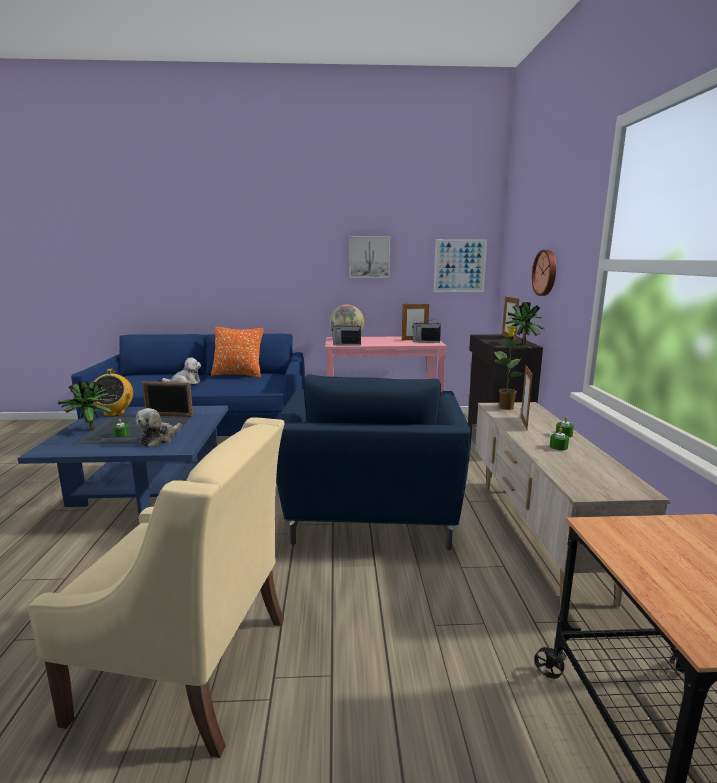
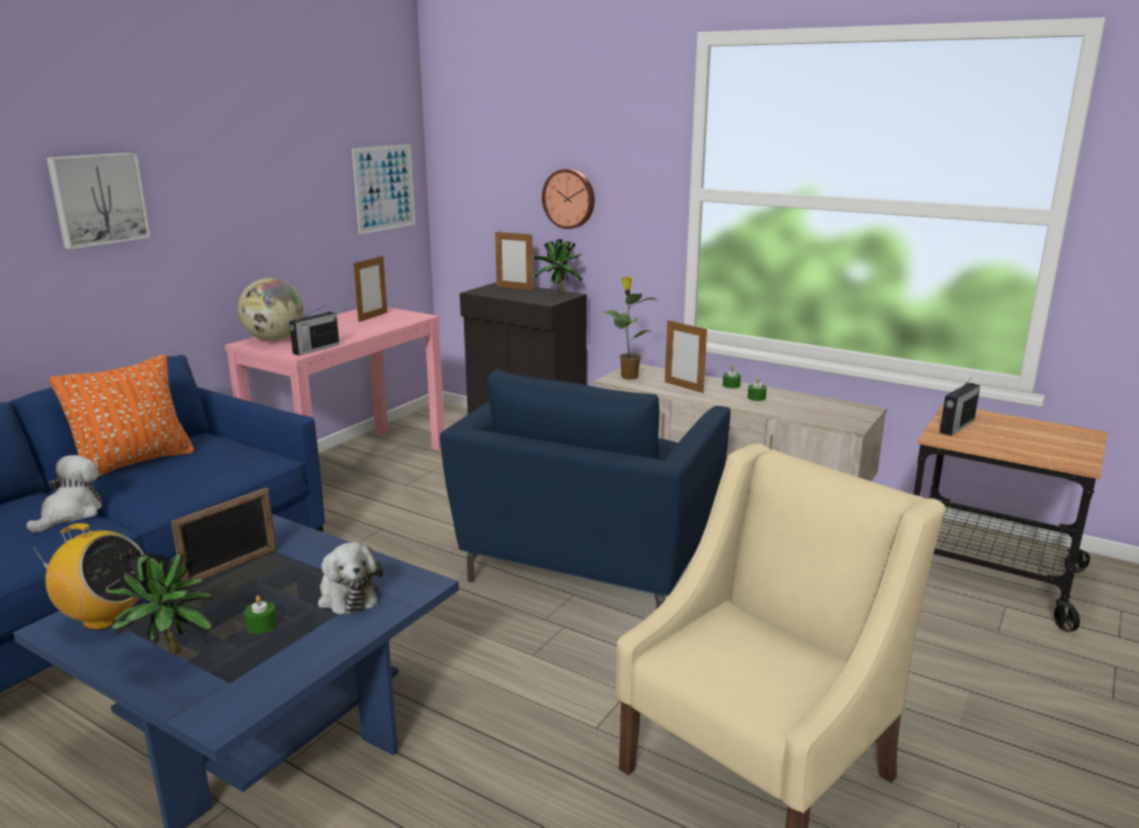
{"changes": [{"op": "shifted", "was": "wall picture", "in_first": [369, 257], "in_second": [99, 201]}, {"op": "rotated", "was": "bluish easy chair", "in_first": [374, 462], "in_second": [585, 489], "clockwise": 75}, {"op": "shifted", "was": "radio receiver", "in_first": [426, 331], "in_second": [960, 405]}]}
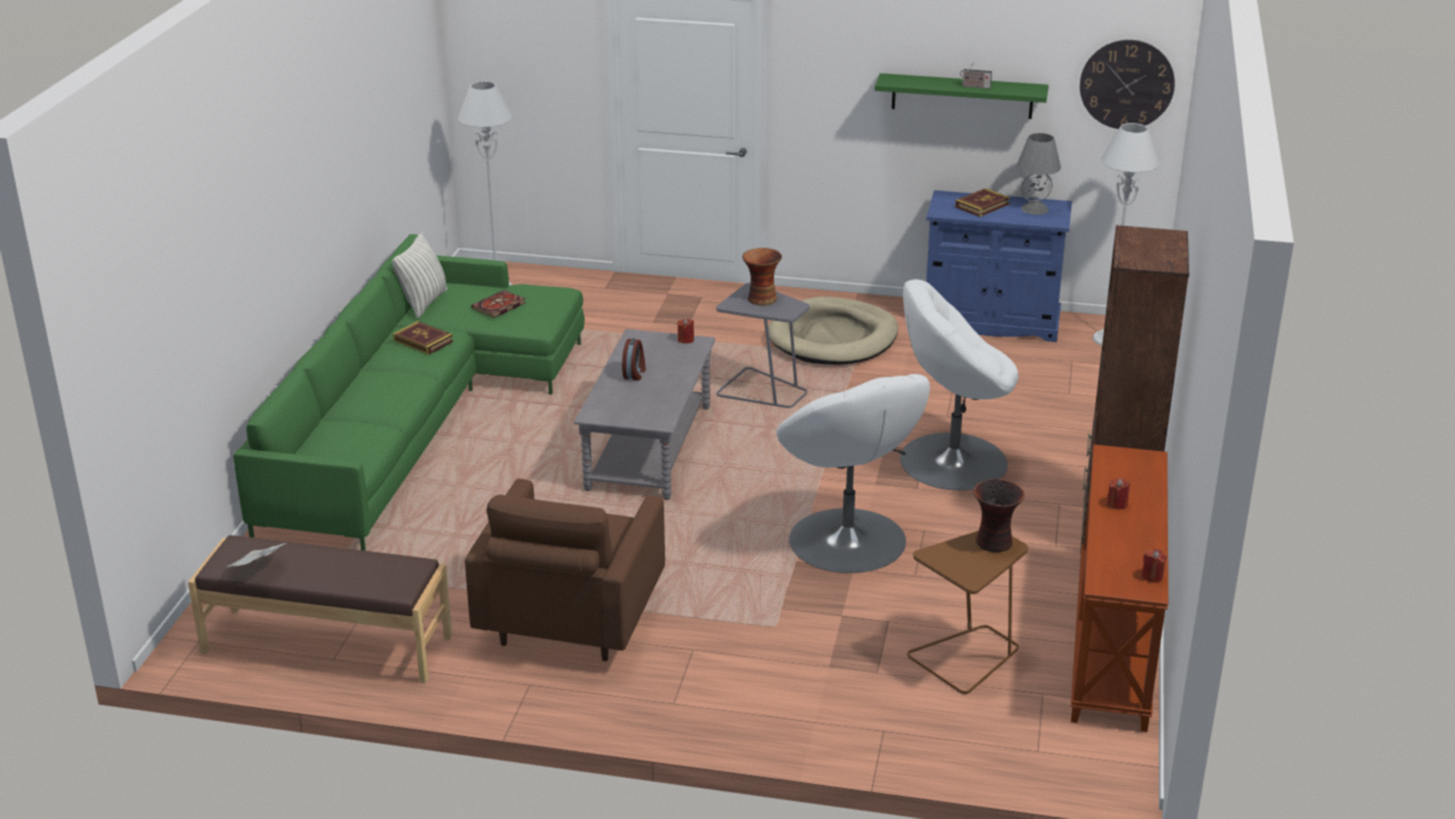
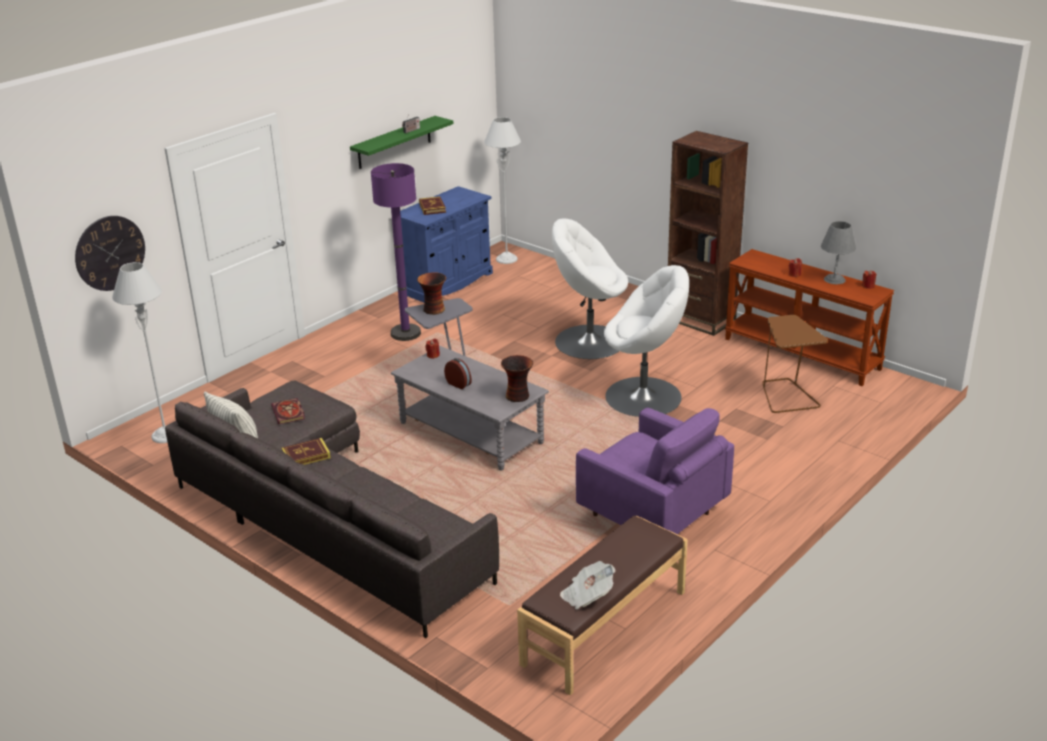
{"changes": [{"op": "shifted", "was": "hanging clock", "in_first": [1127, 84], "in_second": [110, 253]}, {"op": "repainted", "was": "greenish couch", "now": "grey couch", "in_first": [409, 392], "in_second": [332, 509]}, {"op": "swapped", "was": "beige pet bed", "now": "purple standard lamp", "in_first": [833, 331], "in_second": [396, 252]}, {"op": "shifted", "was": "decorative vase", "in_first": [999, 515], "in_second": [517, 378]}, {"op": "rotated", "was": "whitish easy chair", "in_first": [959, 384], "in_second": [590, 288], "clockwise": 75}, {"op": "repainted", "was": "brownish easy chair", "now": "purple easy chair", "in_first": [565, 570], "in_second": [655, 470]}, {"op": "shifted", "was": "grey table lamp", "in_first": [1039, 174], "in_second": [838, 252]}]}
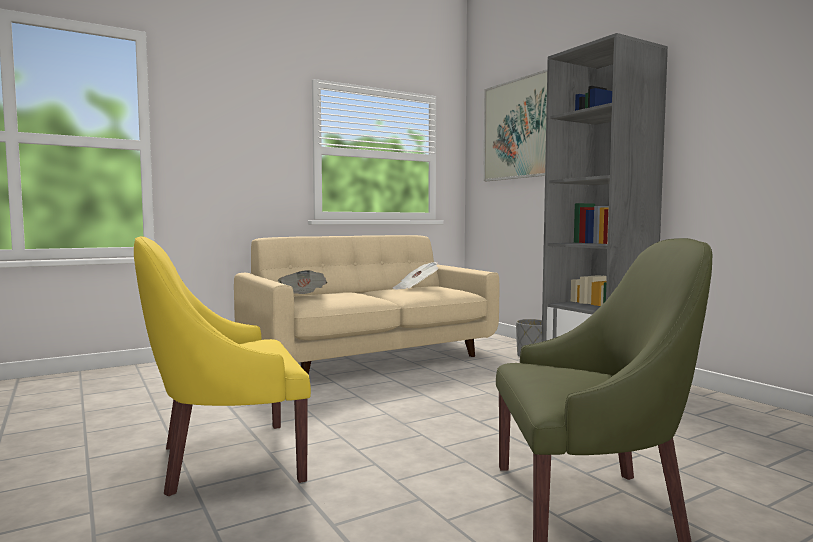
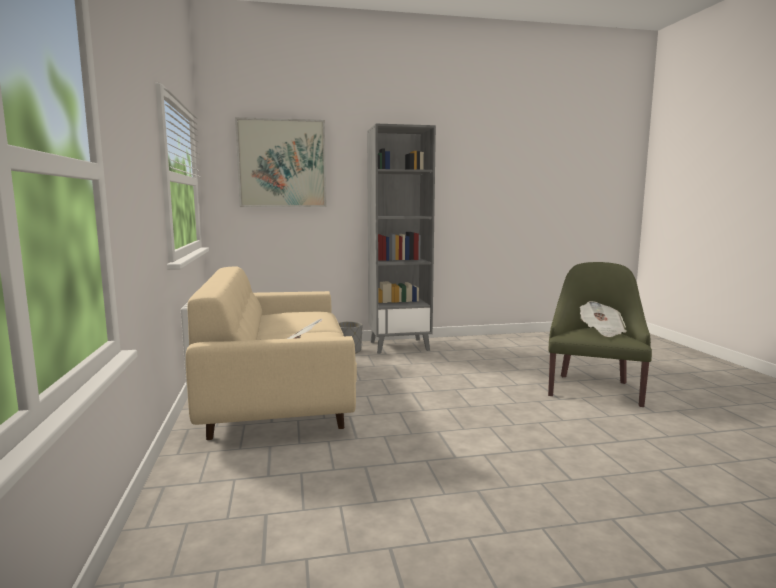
{"changes": [{"op": "shifted", "was": "newspaper", "in_first": [415, 275], "in_second": [603, 319]}, {"op": "gone", "was": "yellowish easy chair", "in_first": [222, 366]}]}
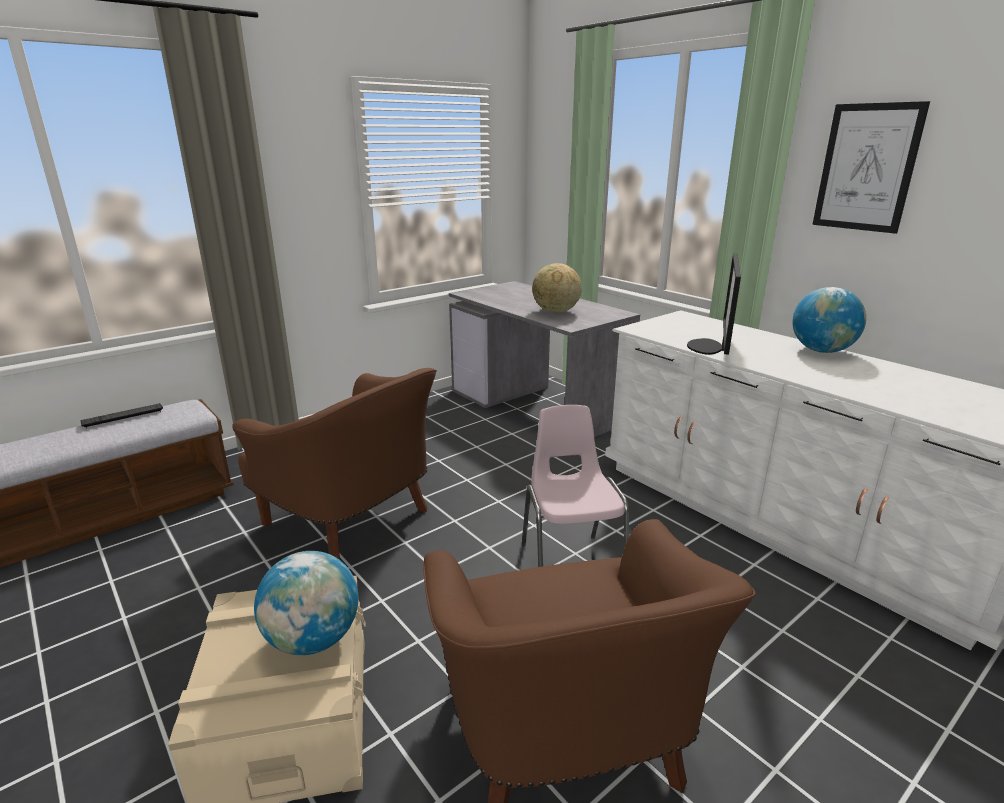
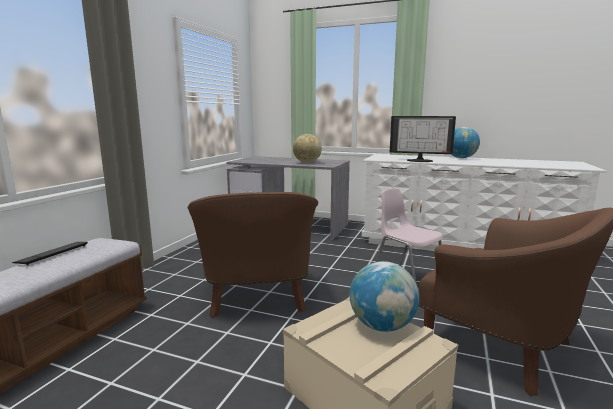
{"changes": [{"op": "rotated", "was": "brownish easy chair", "in_first": [334, 464], "in_second": [253, 255], "clockwise": 75}, {"op": "rotated", "was": "computer screen", "in_first": [714, 304], "in_second": [423, 139], "clockwise": -60}, {"op": "gone", "was": "wall picture", "in_first": [871, 167]}]}
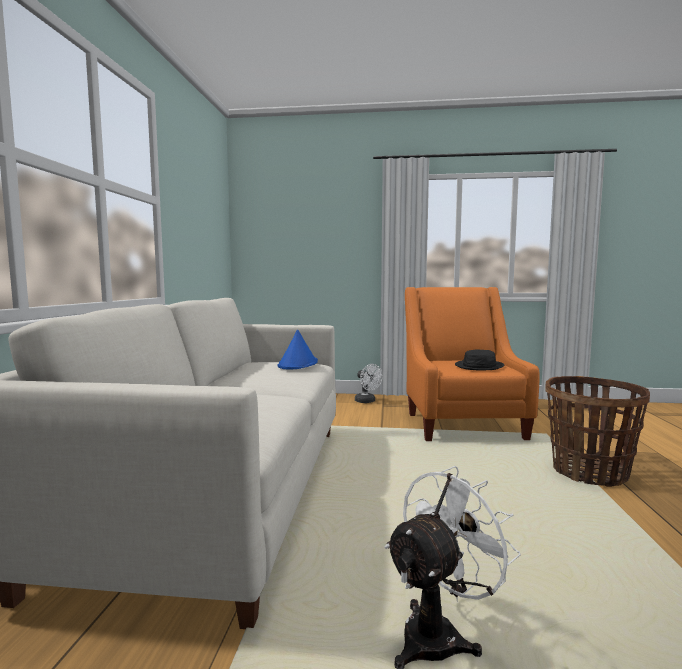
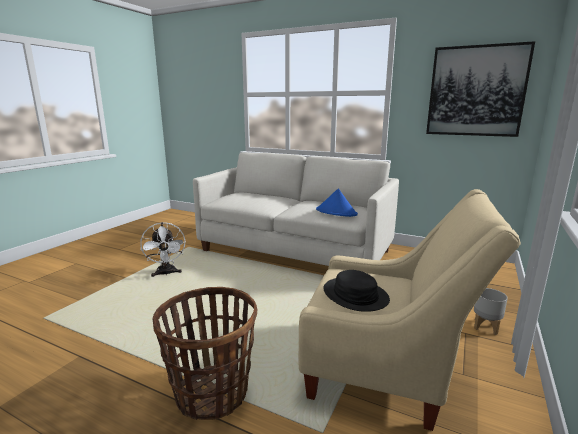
{"changes": [{"op": "repainted", "was": "orange easy chair", "now": "beige easy chair", "in_first": [472, 364], "in_second": [409, 310]}, {"op": "new", "now": "wall picture", "in_second": [480, 89]}, {"op": "swapped", "was": "whitish fan", "now": "grey plant pot", "in_first": [369, 383], "in_second": [491, 311]}]}
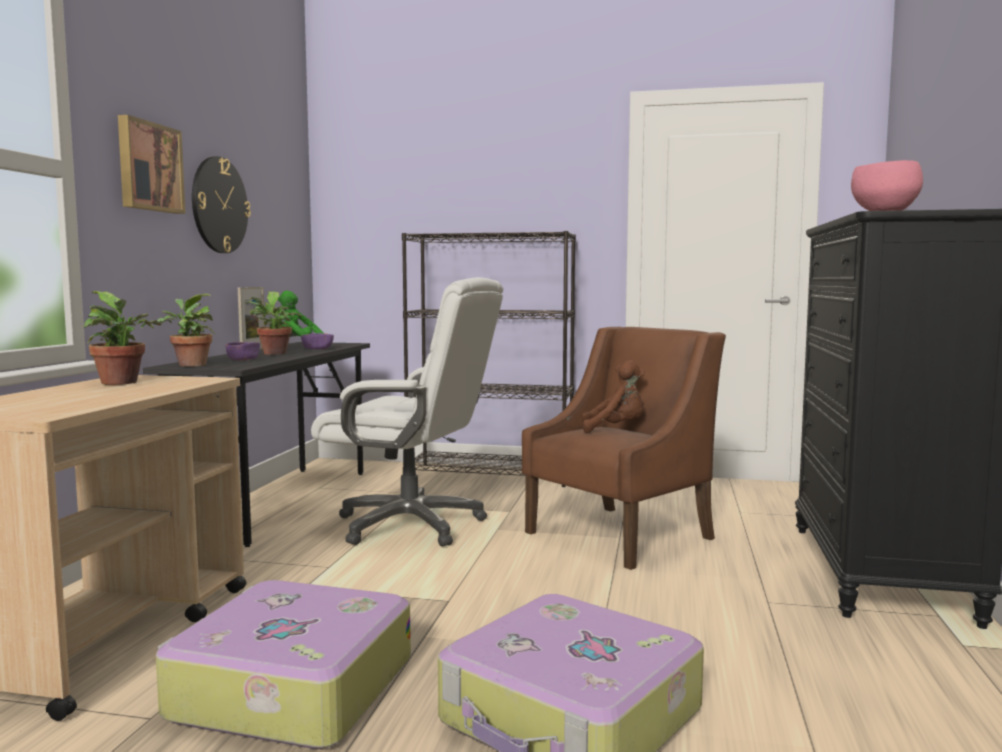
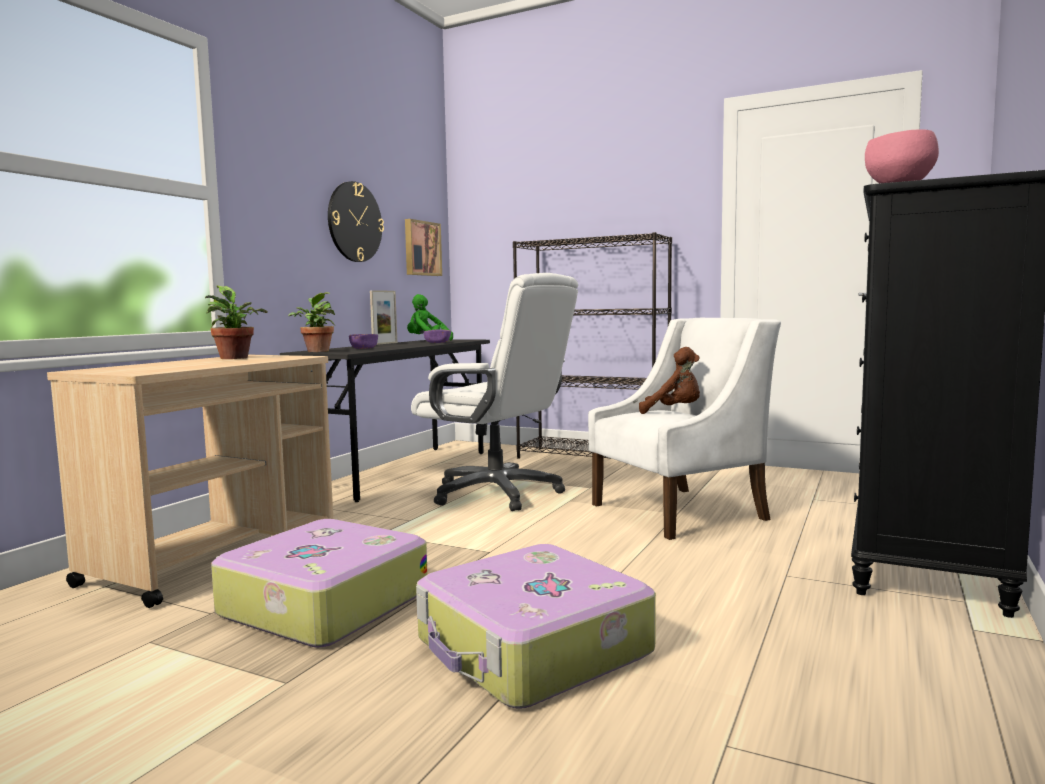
{"changes": [{"op": "shifted", "was": "wall picture", "in_first": [152, 164], "in_second": [423, 247]}, {"op": "repainted", "was": "brownish easy chair", "now": "whitish easy chair", "in_first": [624, 448], "in_second": [684, 429]}, {"op": "gone", "was": "plant in a pot", "in_first": [273, 323]}]}
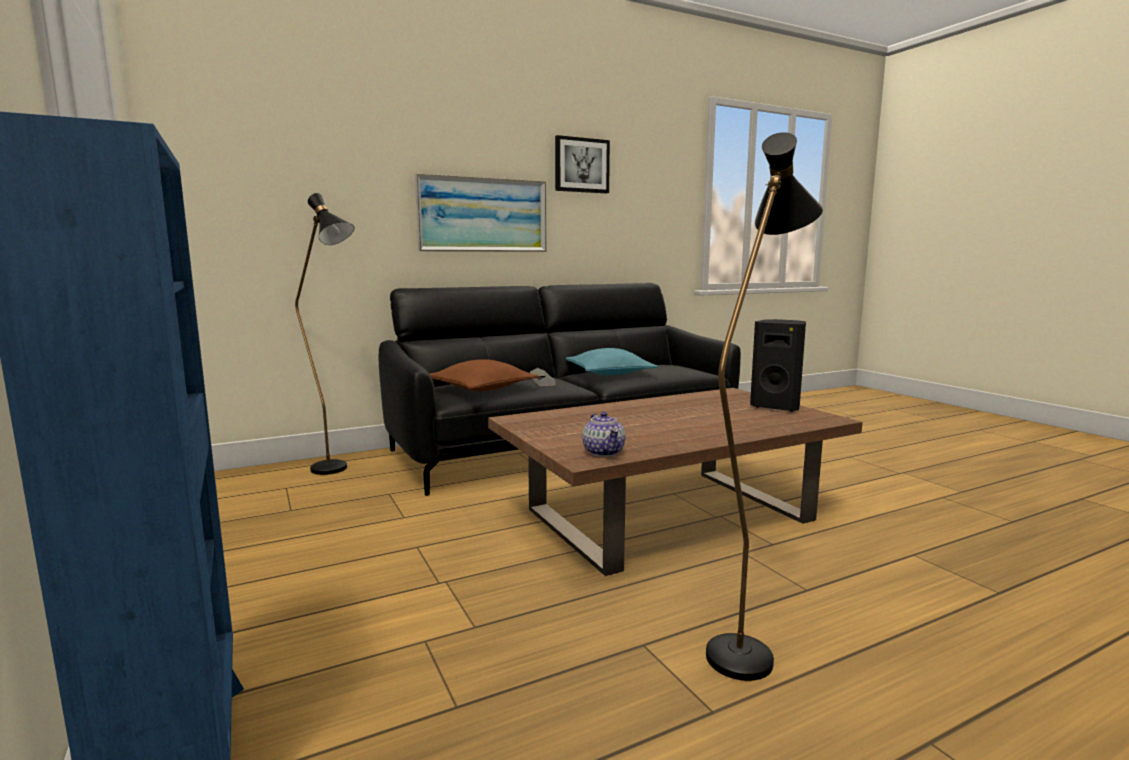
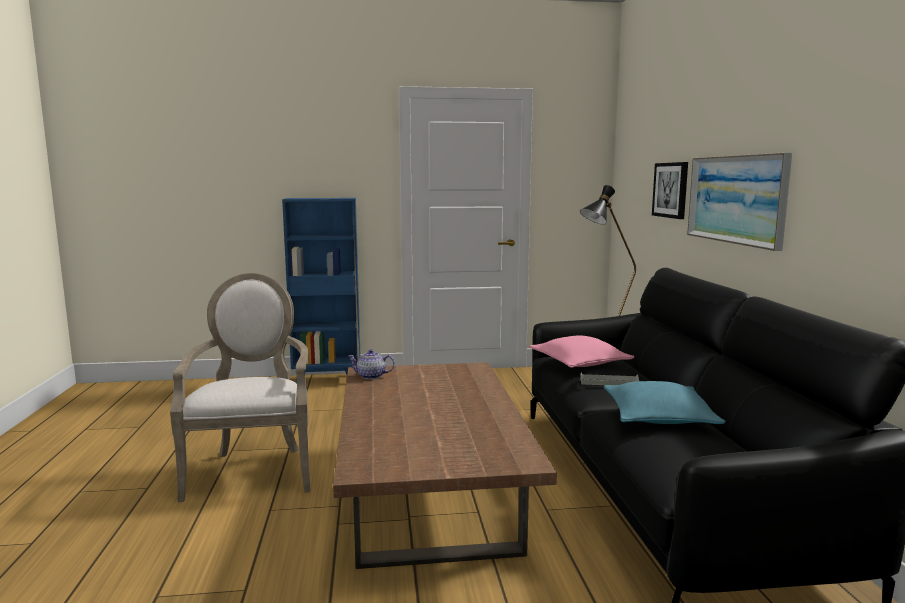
{"changes": [{"op": "swapped", "was": "black-coloured standard lamp", "now": "easy chair", "in_first": [764, 406], "in_second": [240, 387]}, {"op": "repainted", "was": "brownish throw pillow", "now": "pink throw pillow", "in_first": [484, 375], "in_second": [581, 352]}, {"op": "shifted", "was": "wall picture", "in_first": [582, 164], "in_second": [670, 190]}, {"op": "gone", "was": "black-coloured audio speaker", "in_first": [778, 365]}]}
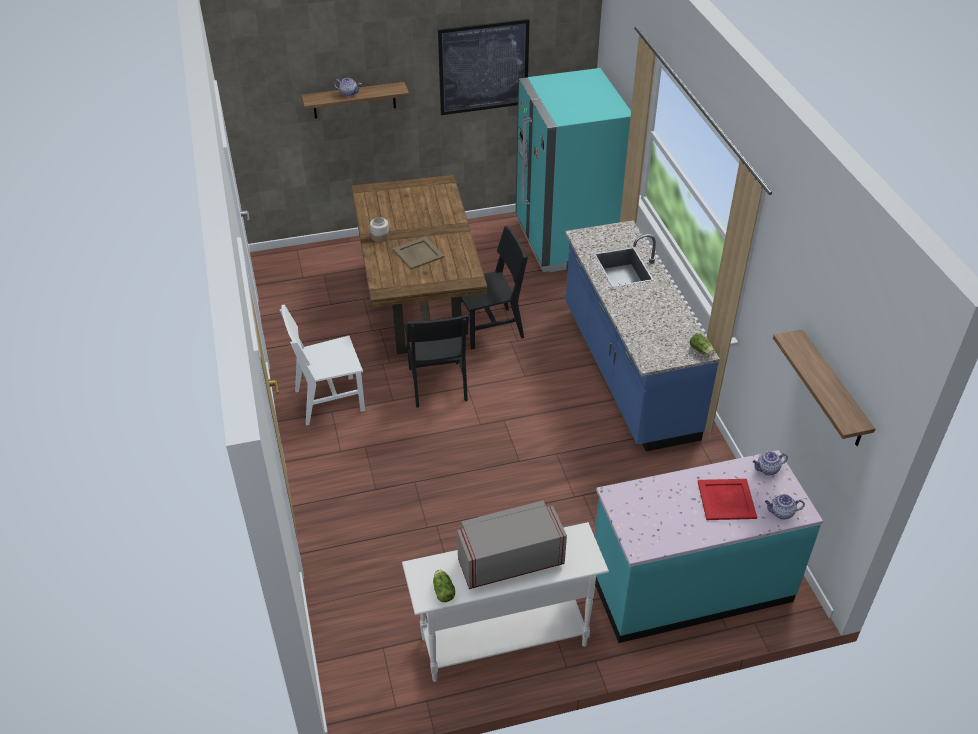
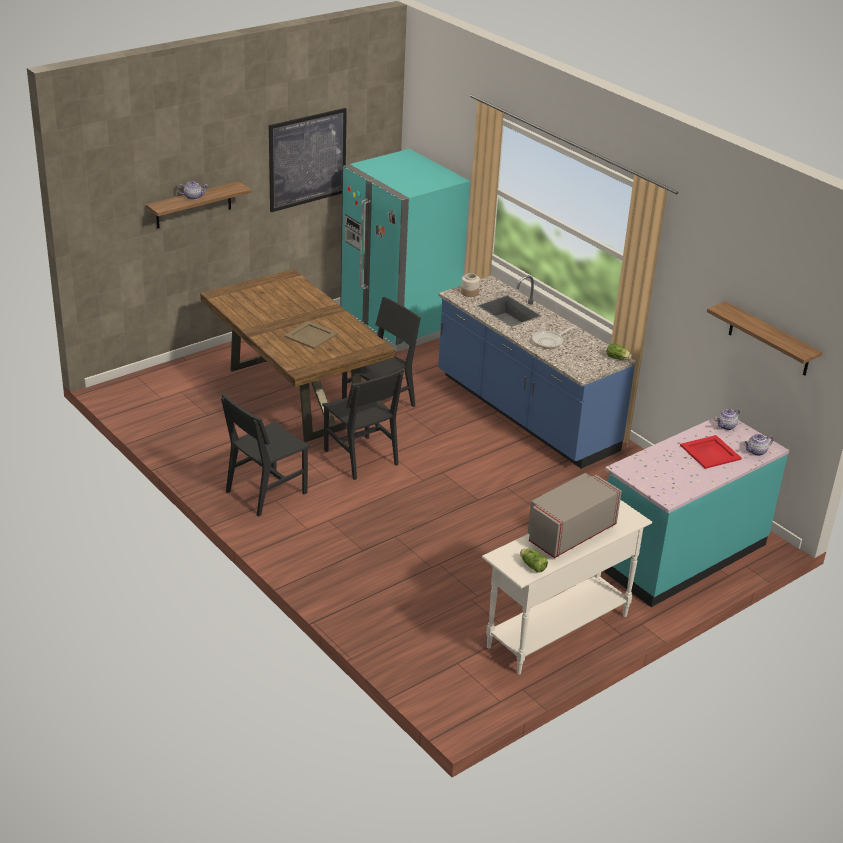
{"changes": [{"op": "repainted", "was": "whitish upright chair", "now": "black-coloured upright chair", "in_first": [322, 365], "in_second": [265, 455]}, {"op": "shifted", "was": "jar", "in_first": [379, 229], "in_second": [470, 285]}, {"op": "new", "now": "skillet", "in_second": [554, 337]}]}
